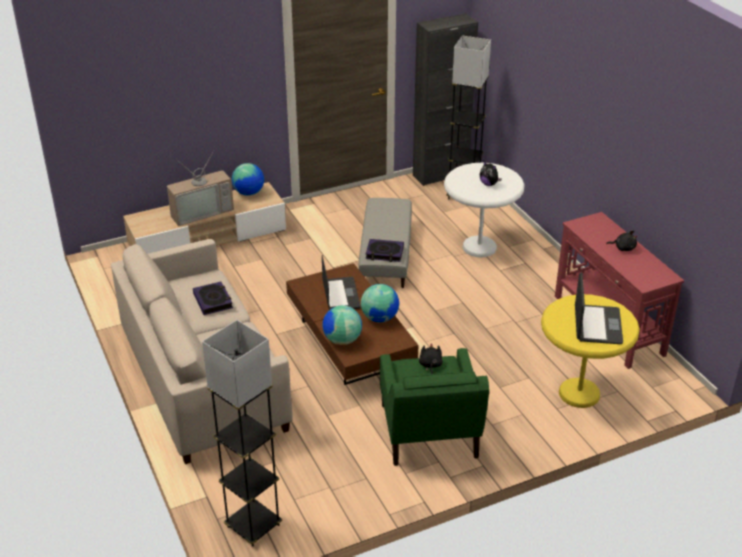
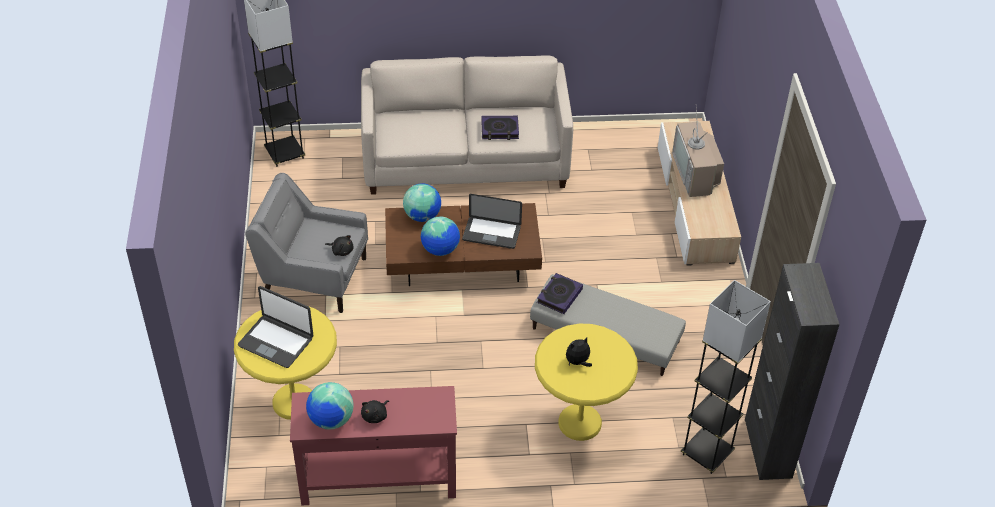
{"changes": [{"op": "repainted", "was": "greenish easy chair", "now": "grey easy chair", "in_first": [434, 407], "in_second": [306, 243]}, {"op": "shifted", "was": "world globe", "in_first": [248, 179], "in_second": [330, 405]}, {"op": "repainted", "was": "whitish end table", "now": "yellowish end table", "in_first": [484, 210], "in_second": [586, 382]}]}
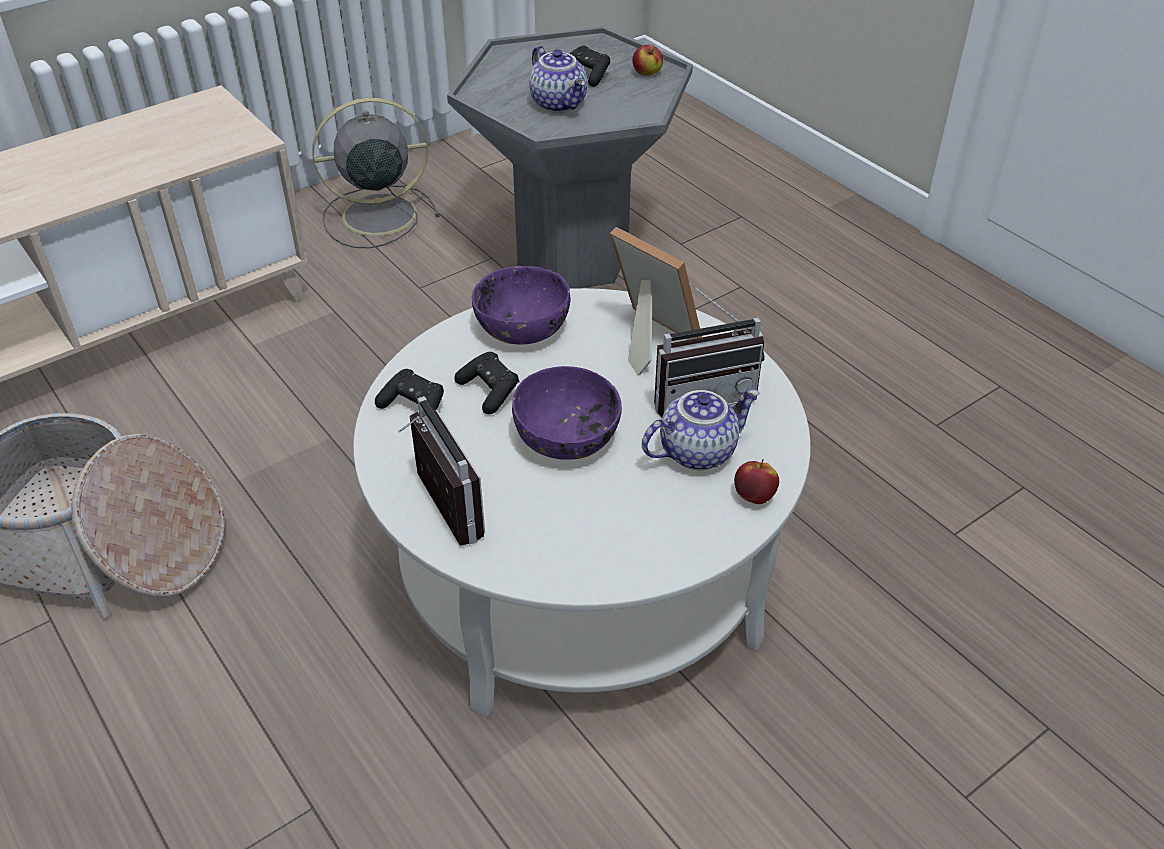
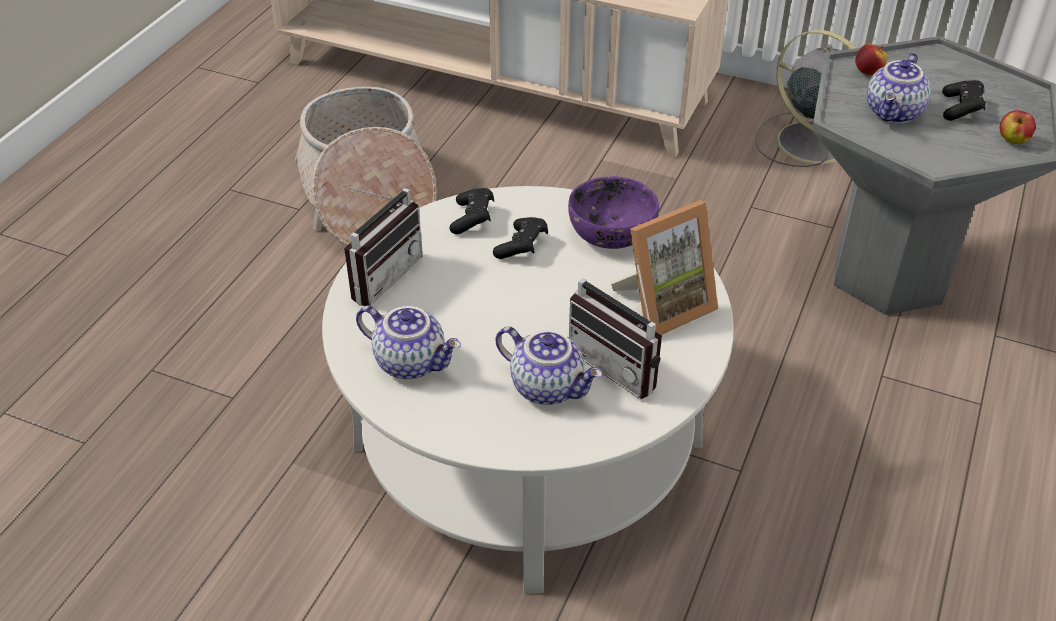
{"changes": [{"op": "new", "now": "teapot", "in_second": [408, 342]}, {"op": "rotated", "was": "photo frame", "in_first": [656, 301], "in_second": [664, 267], "clockwise": 45}, {"op": "shifted", "was": "apple fruit", "in_first": [756, 481], "in_second": [871, 59]}, {"op": "gone", "was": "purple deep dish", "in_first": [567, 412]}]}
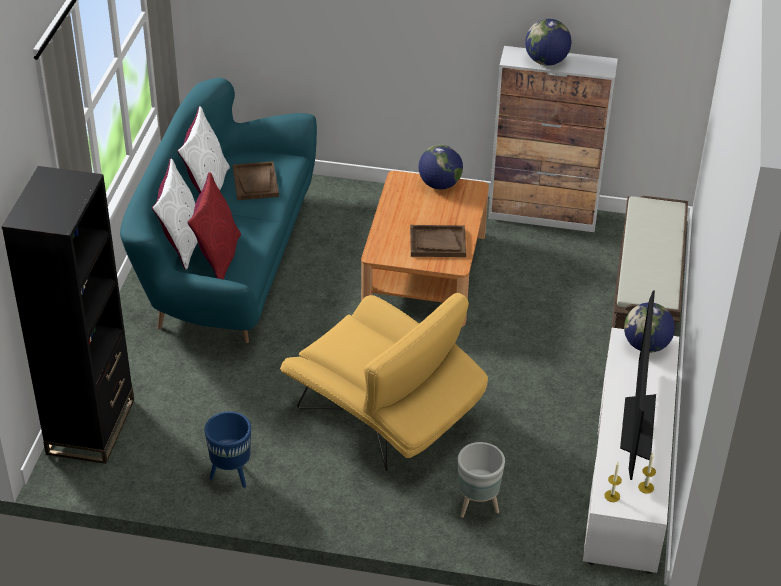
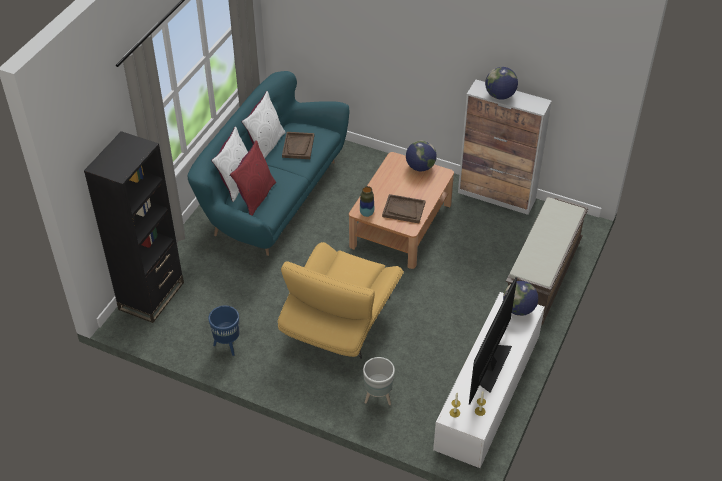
{"changes": [{"op": "rotated", "was": "yellowish easy chair", "in_first": [384, 382], "in_second": [341, 300], "clockwise": 60}, {"op": "new", "now": "decorative vase", "in_second": [367, 201]}]}
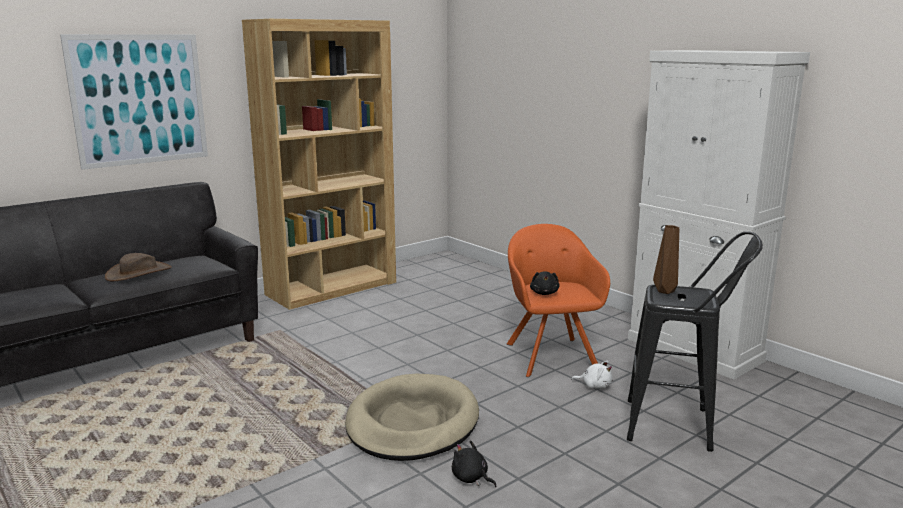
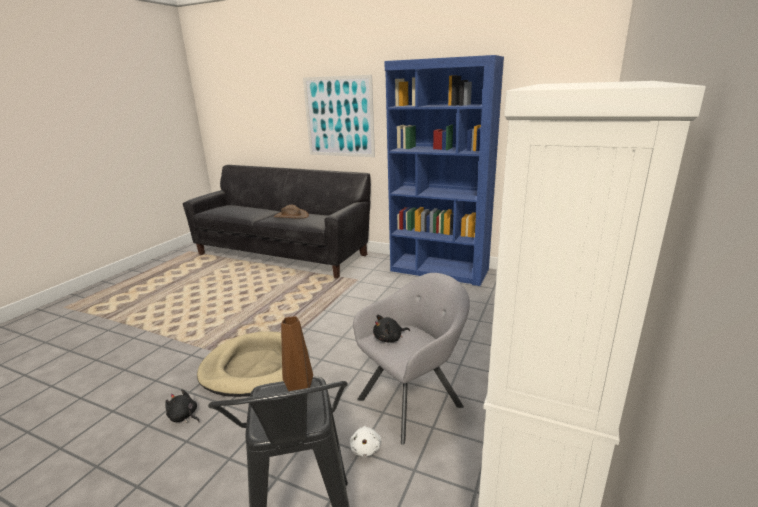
{"changes": [{"op": "rotated", "was": "black-coloured soft toy", "in_first": [474, 463], "in_second": [183, 406], "clockwise": -75}, {"op": "repainted", "was": "orange easy chair", "now": "grey easy chair", "in_first": [558, 300], "in_second": [411, 359]}, {"op": "repainted", "was": "brownish bookshelf", "now": "bluish bookshelf", "in_first": [319, 164], "in_second": [444, 170]}]}
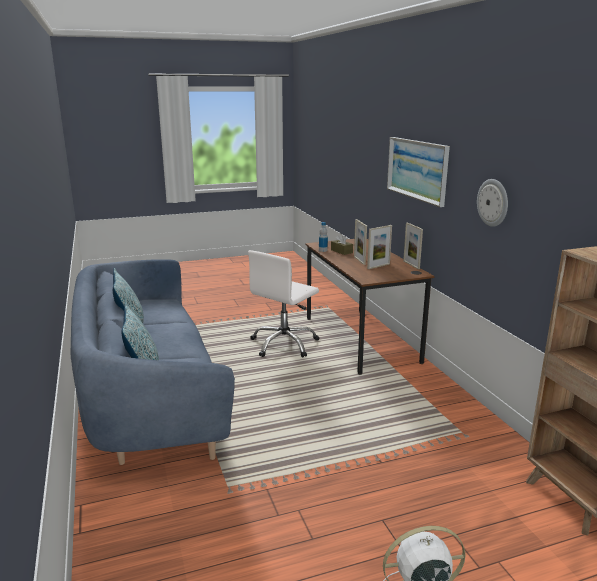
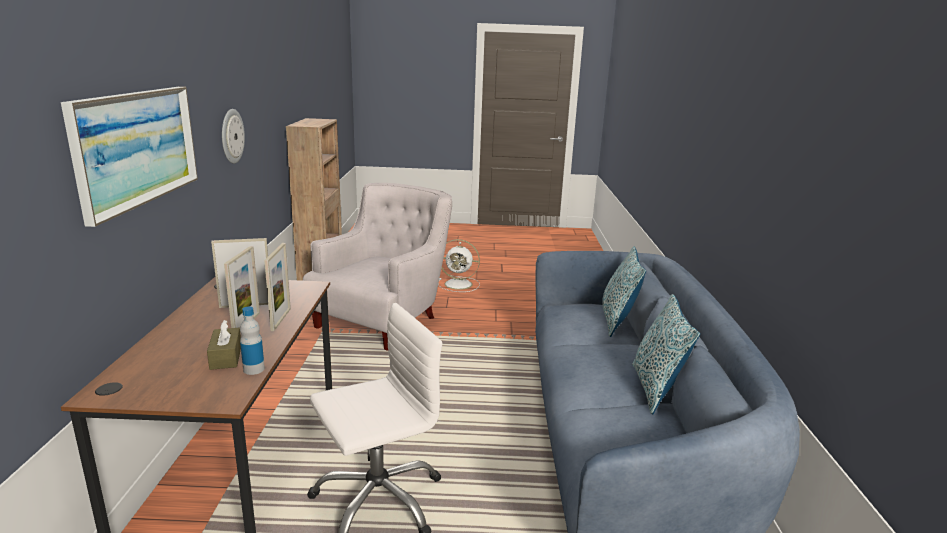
{"changes": [{"op": "shifted", "was": "photo frame", "in_first": [413, 246], "in_second": [277, 287]}, {"op": "new", "now": "whitish easy chair", "in_second": [377, 267]}]}
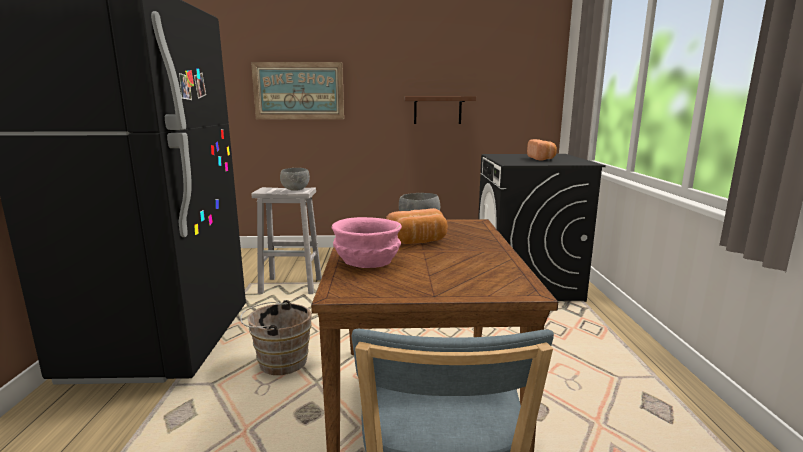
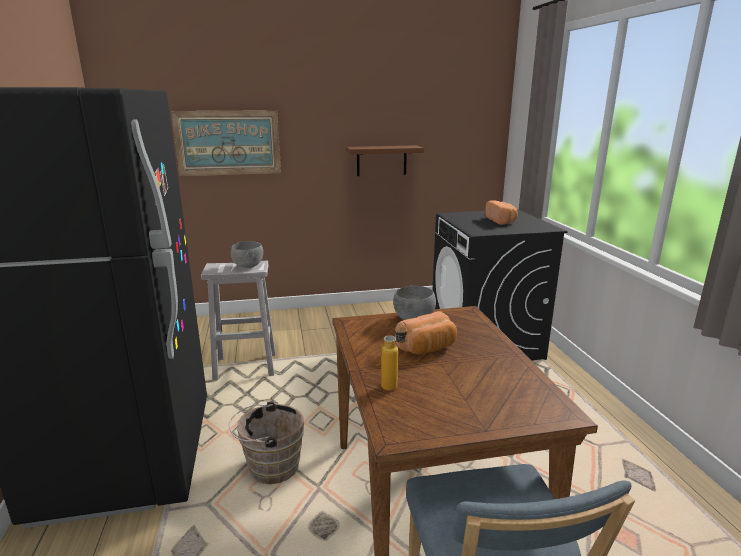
{"changes": [{"op": "swapped", "was": "pink deep dish", "now": "beverage bottle", "in_first": [367, 242], "in_second": [394, 356]}]}
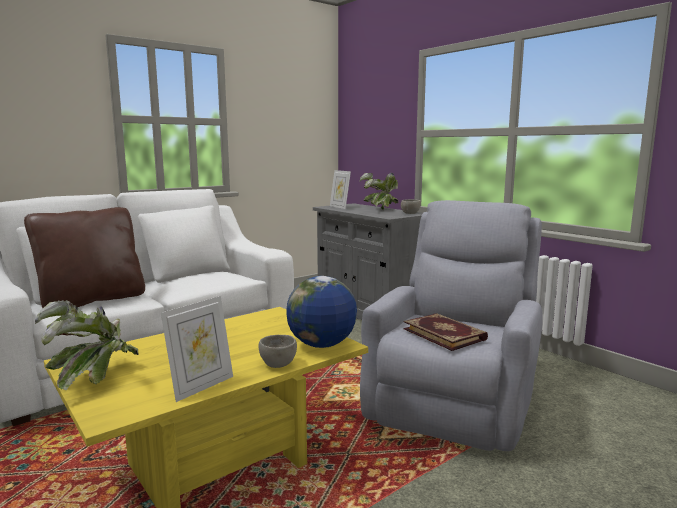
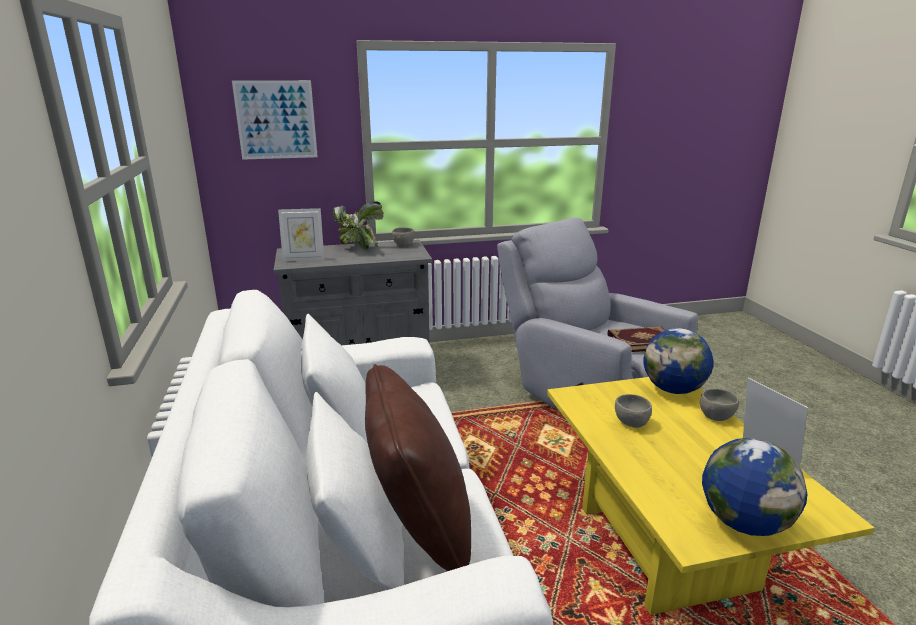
{"changes": [{"op": "new", "now": "wall picture", "in_second": [275, 120]}, {"op": "new", "now": "grey deep dish", "in_second": [633, 411]}, {"op": "swapped", "was": "plant in a pot", "now": "world globe", "in_first": [86, 345], "in_second": [754, 487]}]}
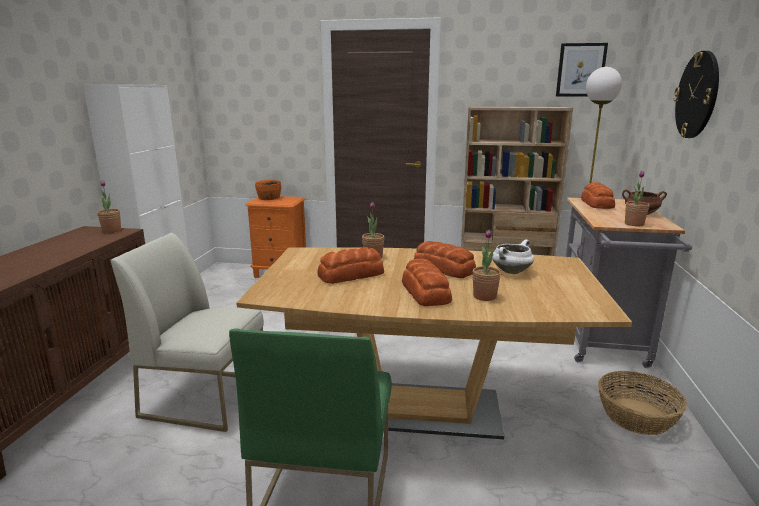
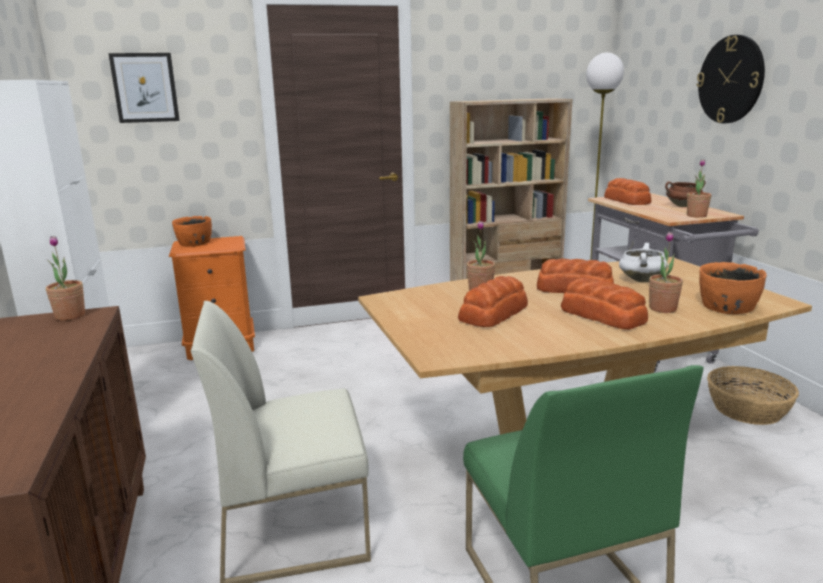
{"changes": [{"op": "shifted", "was": "wall picture", "in_first": [582, 69], "in_second": [144, 88]}, {"op": "new", "now": "orange deep dish", "in_second": [733, 288]}]}
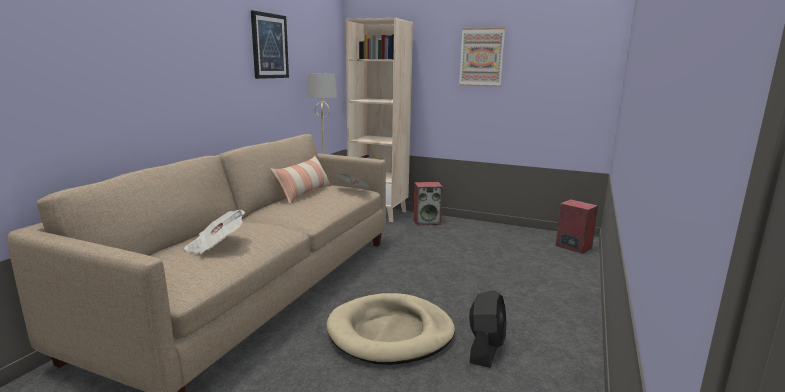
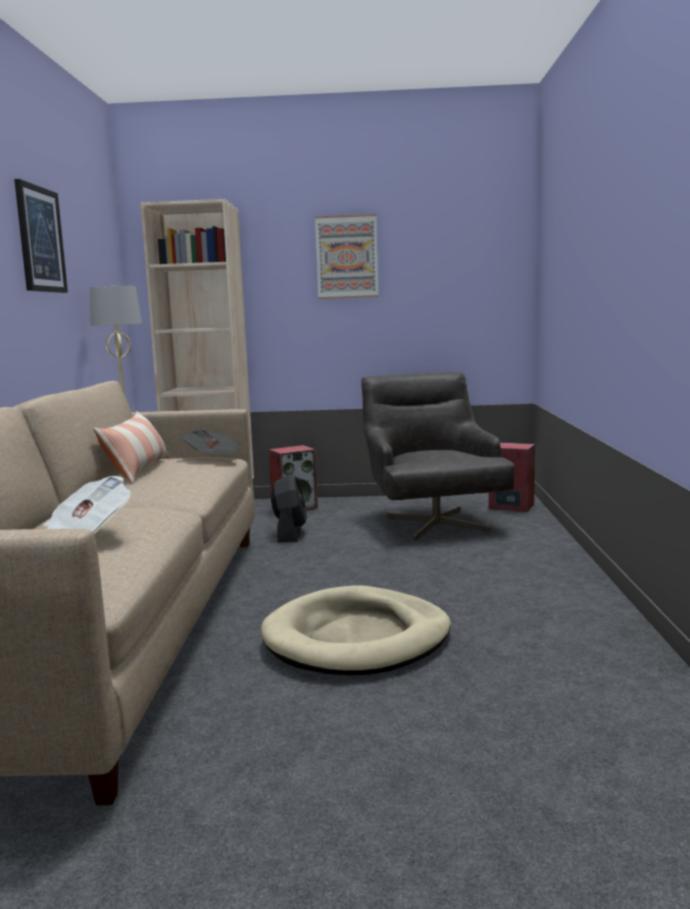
{"changes": [{"op": "shifted", "was": "black-coloured fan", "in_first": [488, 329], "in_second": [288, 508]}, {"op": "new", "now": "grey easy chair", "in_second": [438, 456]}]}
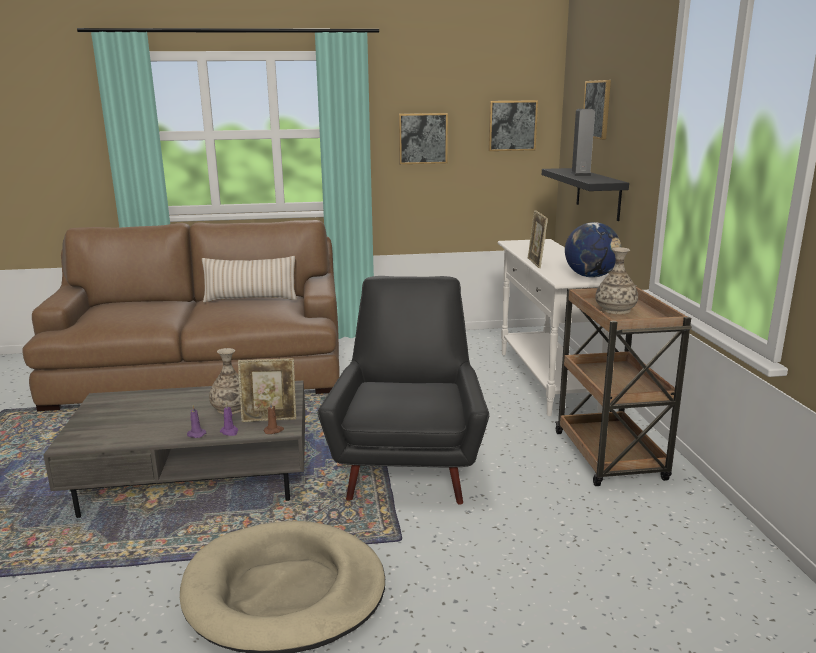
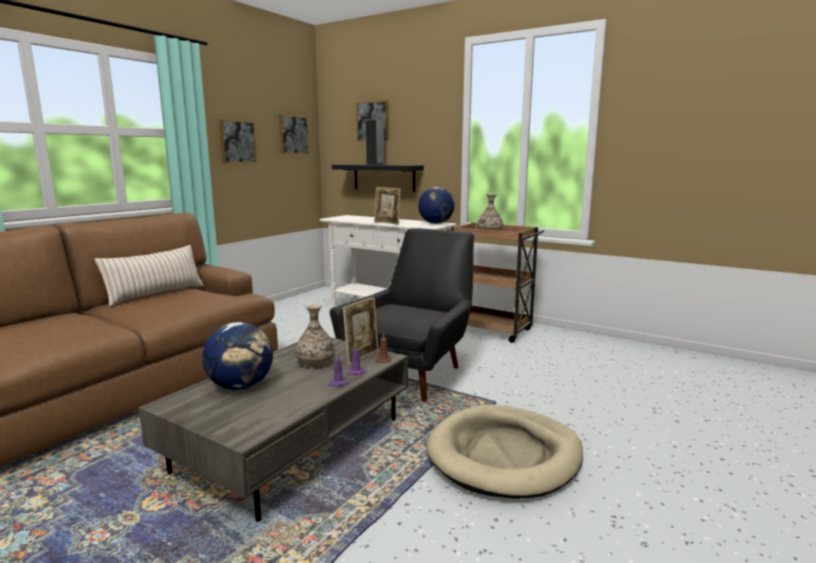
{"changes": [{"op": "new", "now": "world globe", "in_second": [237, 356]}, {"op": "rotated", "was": "black-coloured easy chair", "in_first": [403, 390], "in_second": [402, 315], "clockwise": 75}]}
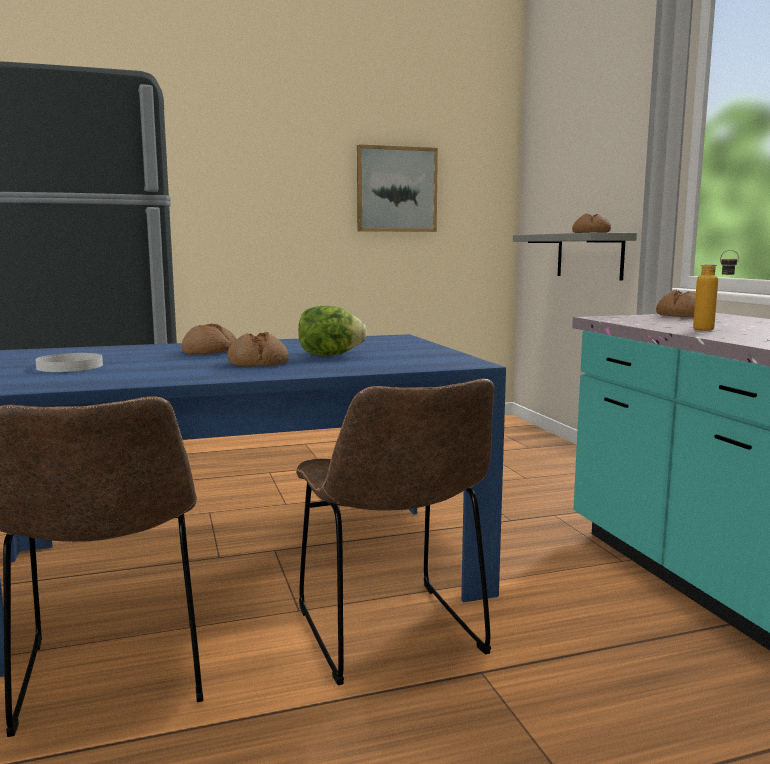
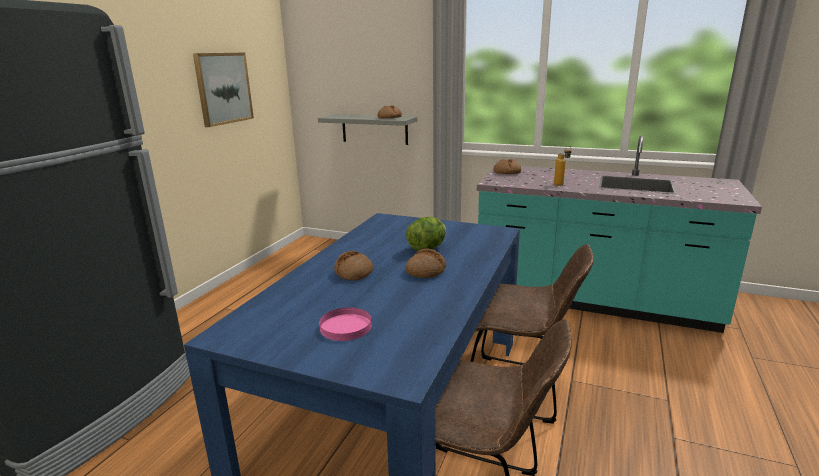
{"changes": [{"op": "repainted", "was": "whitish flat dish", "now": "pink flat dish", "in_first": [69, 362], "in_second": [345, 324]}]}
